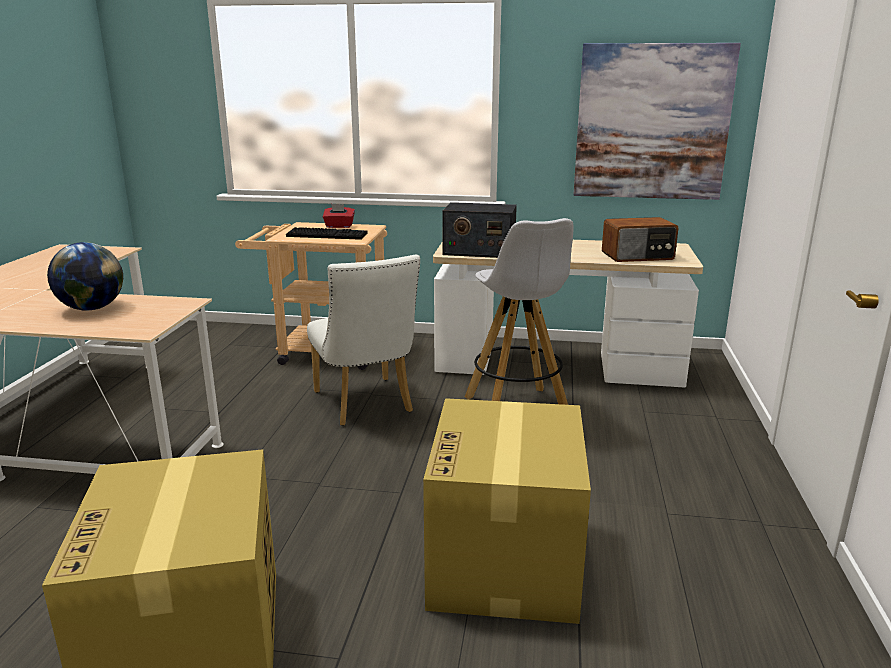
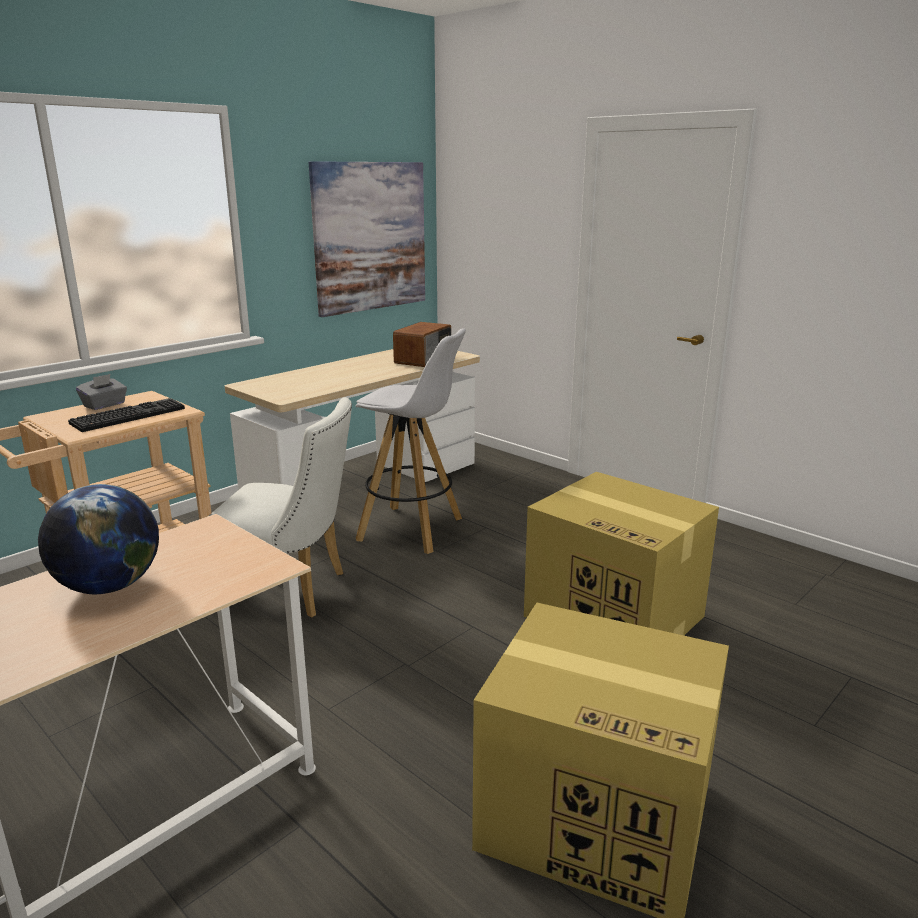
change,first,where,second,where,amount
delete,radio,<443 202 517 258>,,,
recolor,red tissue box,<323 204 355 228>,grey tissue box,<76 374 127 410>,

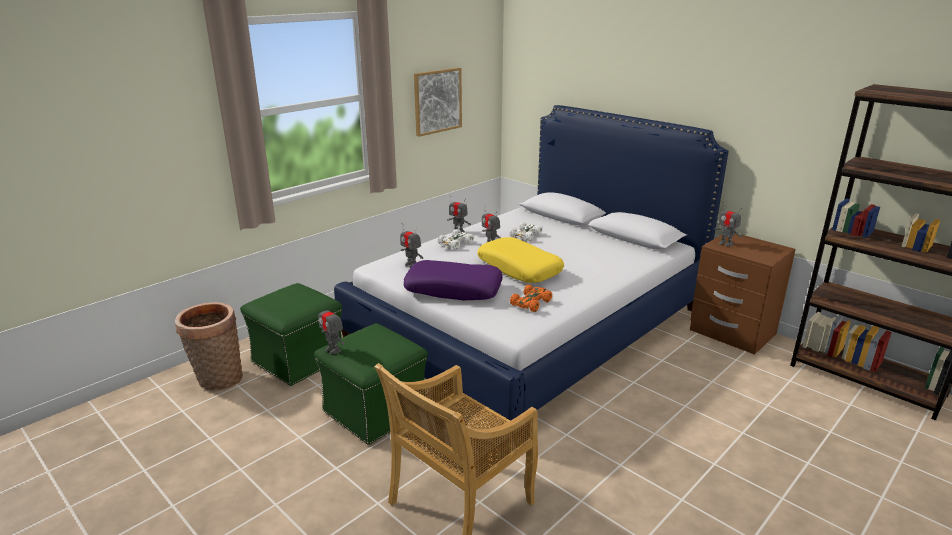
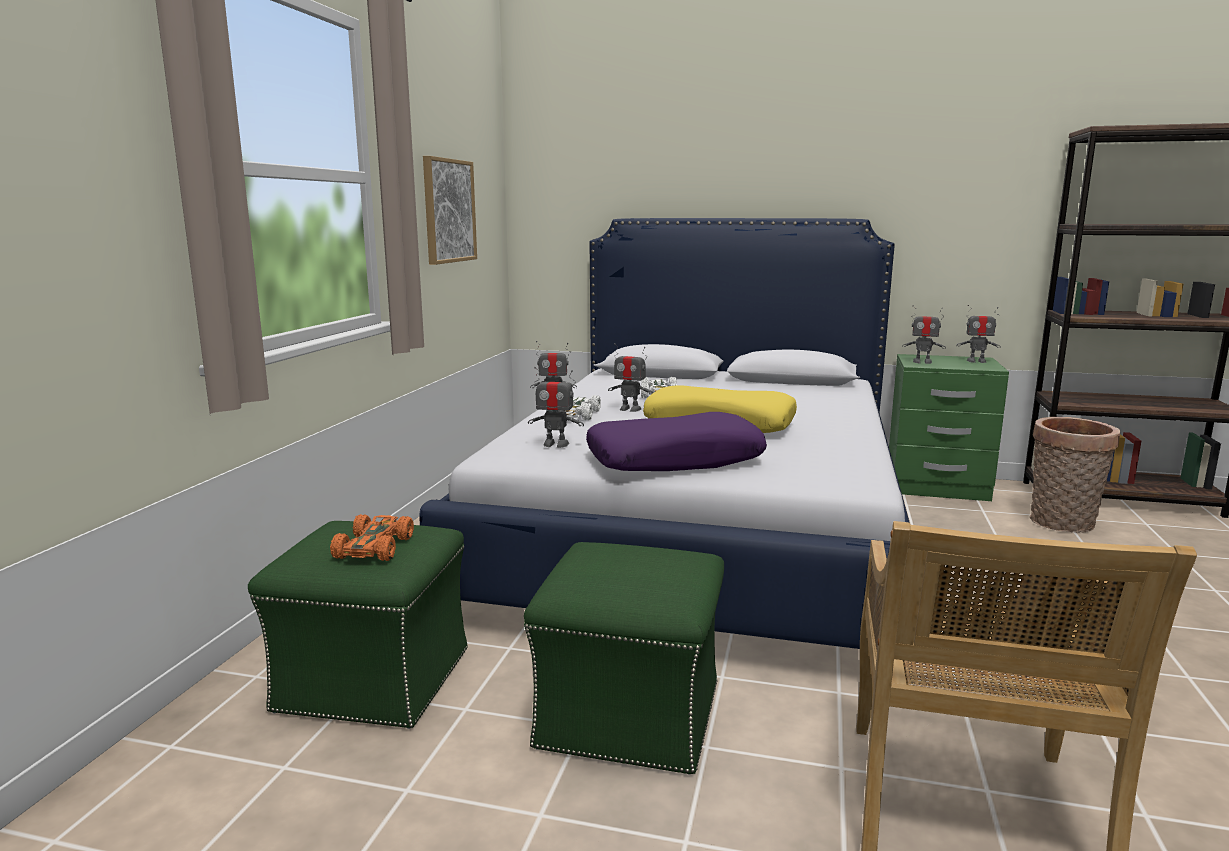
change,first,where,second,where,amount
recolor,brown nightstand,<690 233 796 355>,green nightstand,<889 354 1009 501>,
move,orange toy car,<510 285 552 312>,,<330 514 414 561>,
move,toy robot,<318 301 345 354>,,<956 305 1001 363>,
move,basket,<175 302 243 390>,,<1030 417 1120 533>,

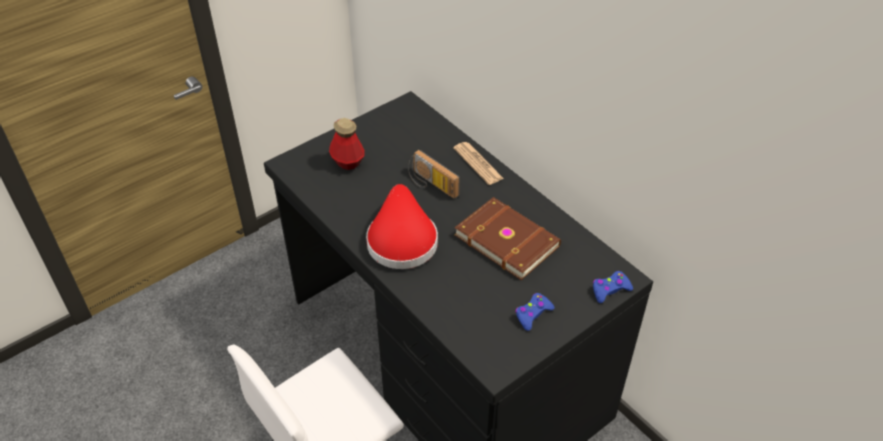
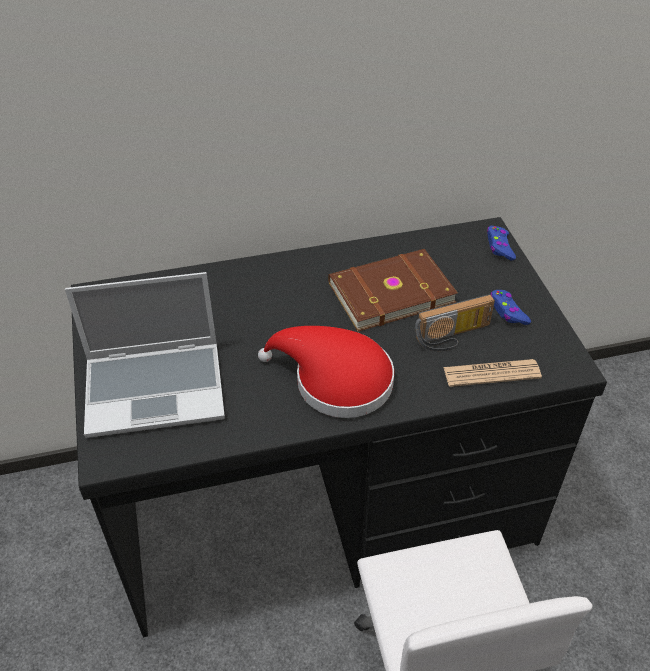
change,first,where,second,where,amount
replace,bottle,<329 118 365 170>,laptop,<65 272 225 438>,
move,newspaper,<453 142 504 185>,,<443 359 542 387>,
move,radio,<408 150 460 199>,,<415 294 495 351>,

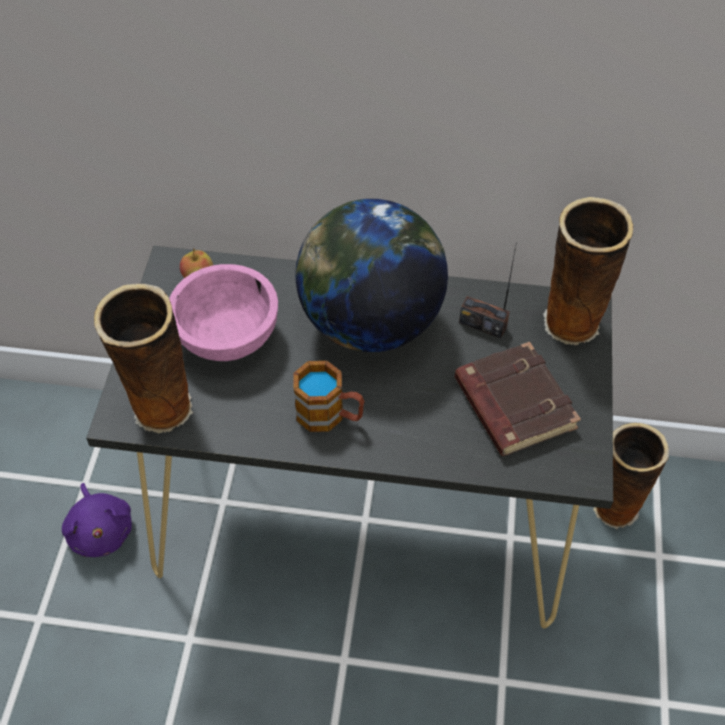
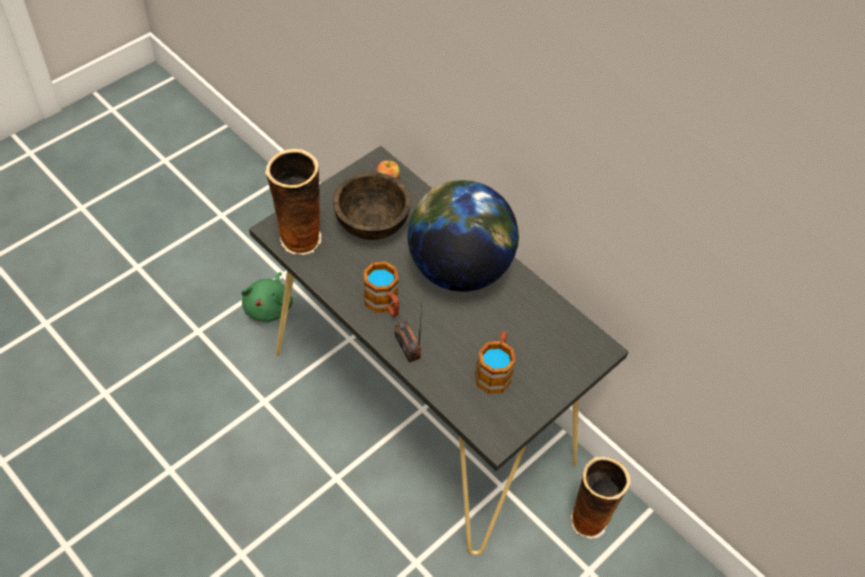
change,first,where,second,where,amount
delete,vase,<543 197 633 345>,,,
move,radio,<459 242 517 338>,,<395 307 422 363>,
recolor,pink bowl,<169 264 278 361>,brown bowl,<333 172 411 240>,
replace,brown book,<455 342 581 456>,mug,<475 331 516 394>,
recolor,purple plush toy,<62 483 132 557>,green plush toy,<241 272 293 322>,

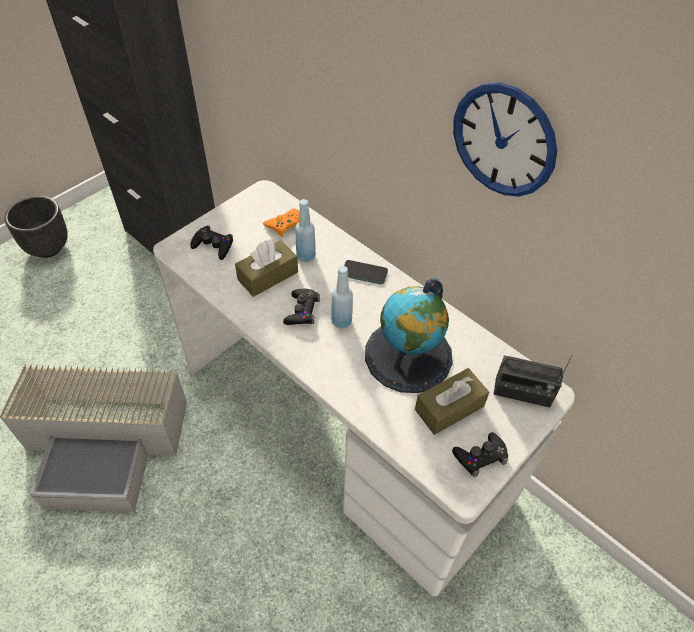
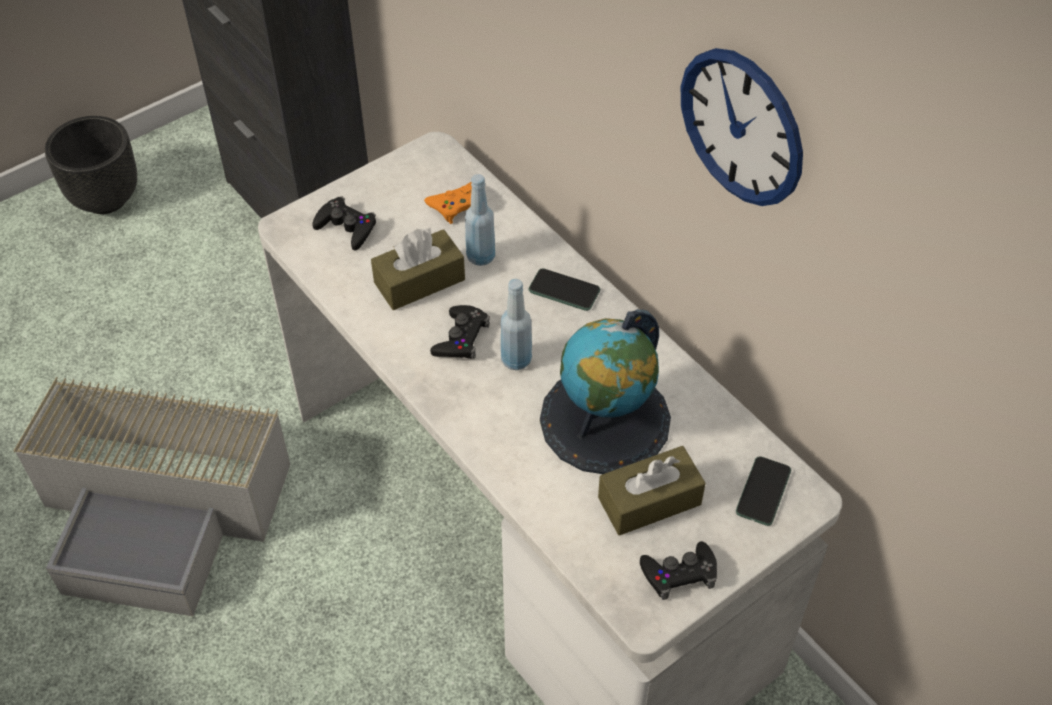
change,first,where,second,where,amount
replace,radio,<494 355 573 408>,phone,<736 457 791 526>,

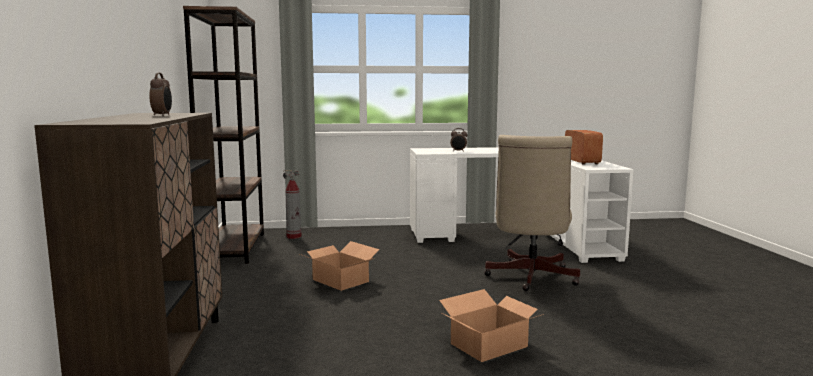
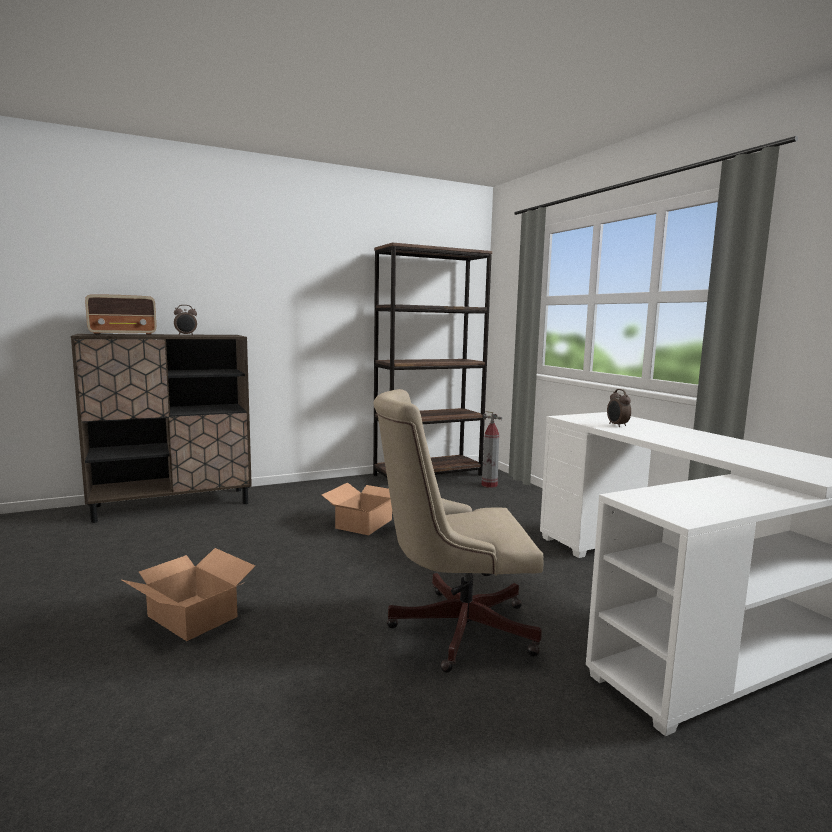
change,first,where,second,where,amount
move,radio,<565 130 603 165>,,<85 294 156 335>,

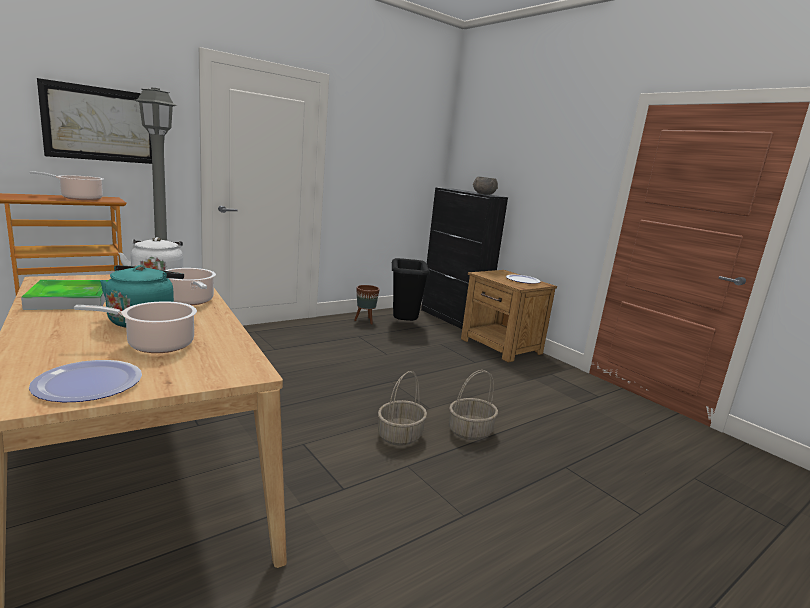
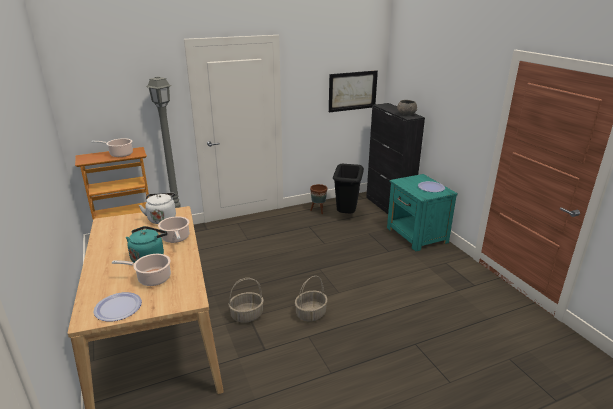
change,first,where,second,where,amount
move,picture,<37 78 152 164>,,<329 70 378 112>,
recolor,brown nightstand,<461 270 557 363>,turquoise nightstand,<387 174 458 252>,
delete,tray,<21 280 109 310>,,,
move,basket,<449 370 498 440>,,<229 278 264 323>,

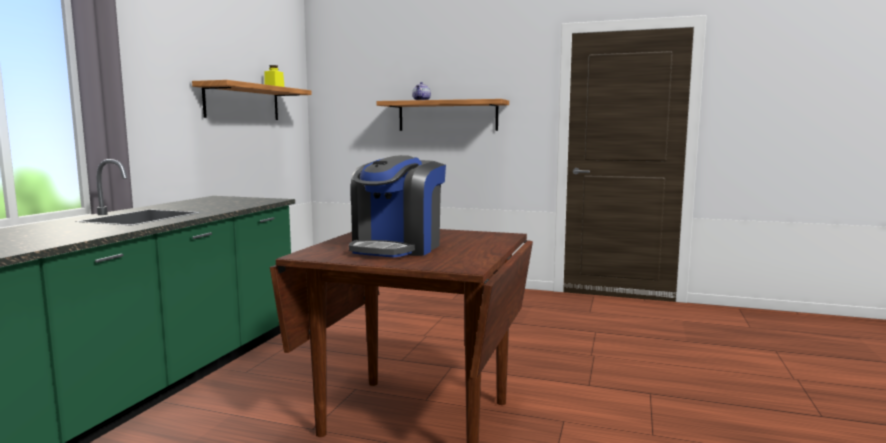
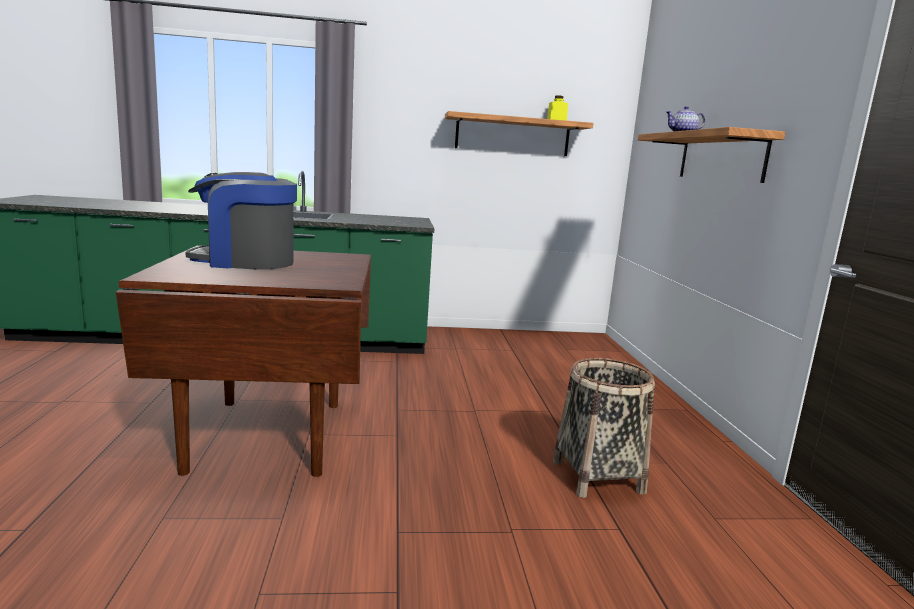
change,first,where,second,where,amount
insert,,,basket,<553 358 655 498>,

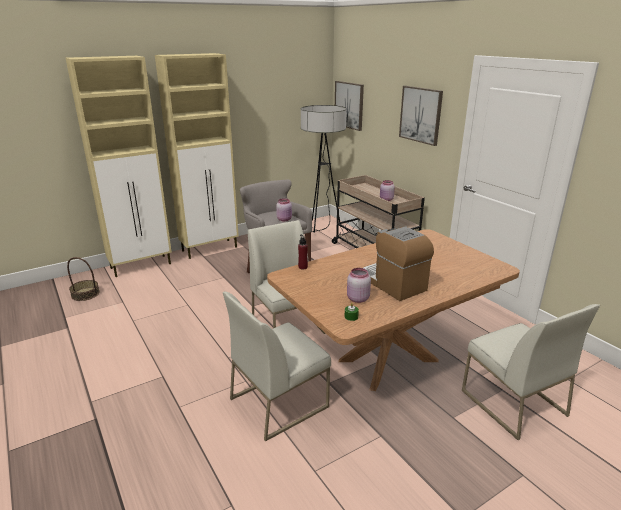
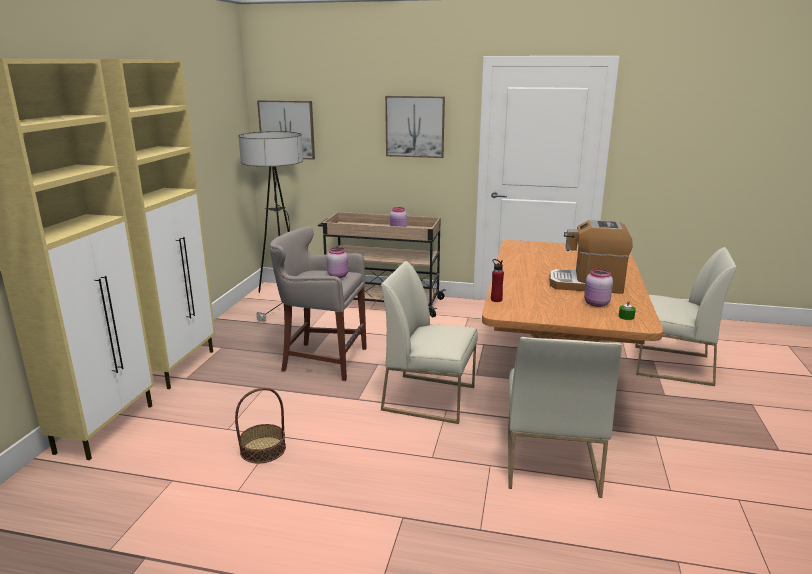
change,first,where,second,where,amount
move,basket,<67 257 100 301>,,<235 388 286 463>,

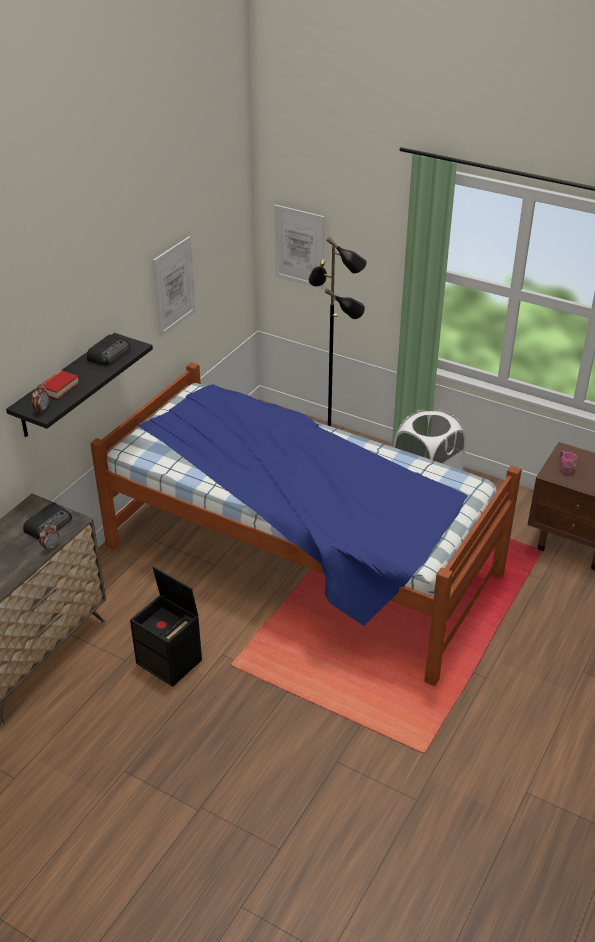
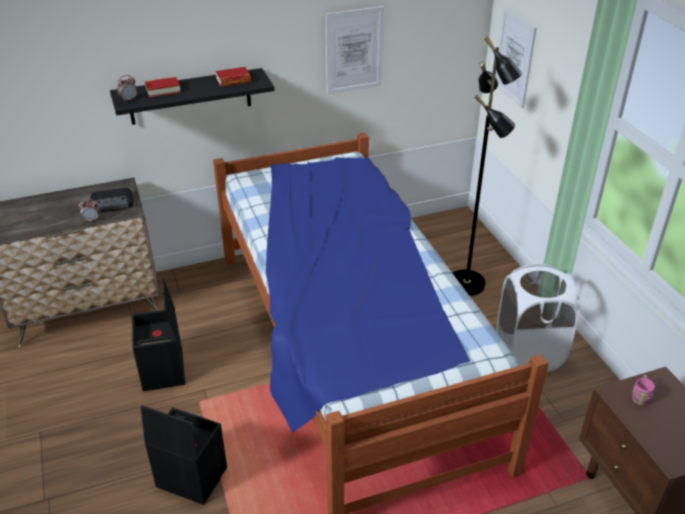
change,first,where,second,where,amount
replace,radio,<86 335 130 366>,book,<216 67 251 87>,
insert,,,black storage box,<141 405 227 505>,

